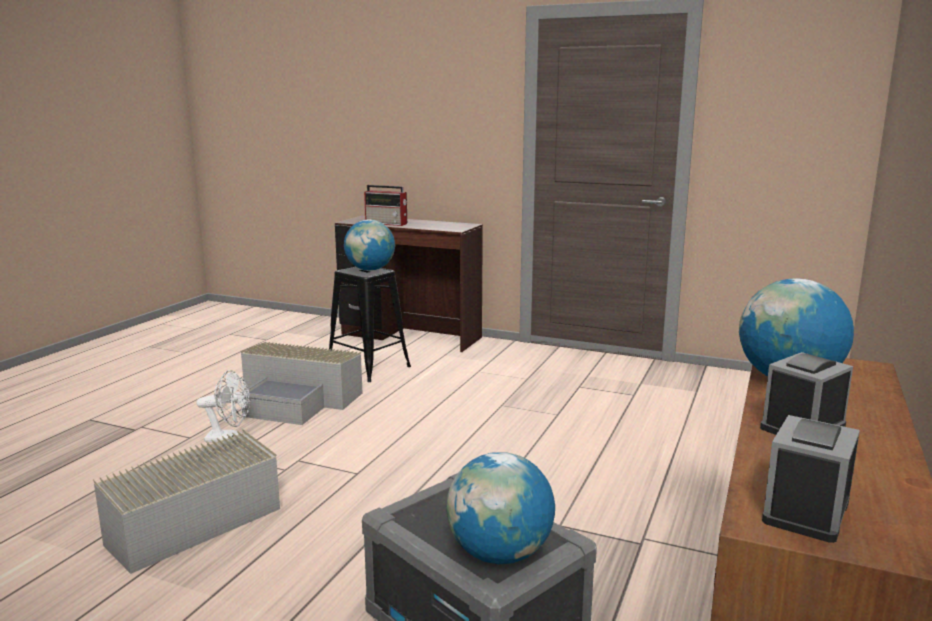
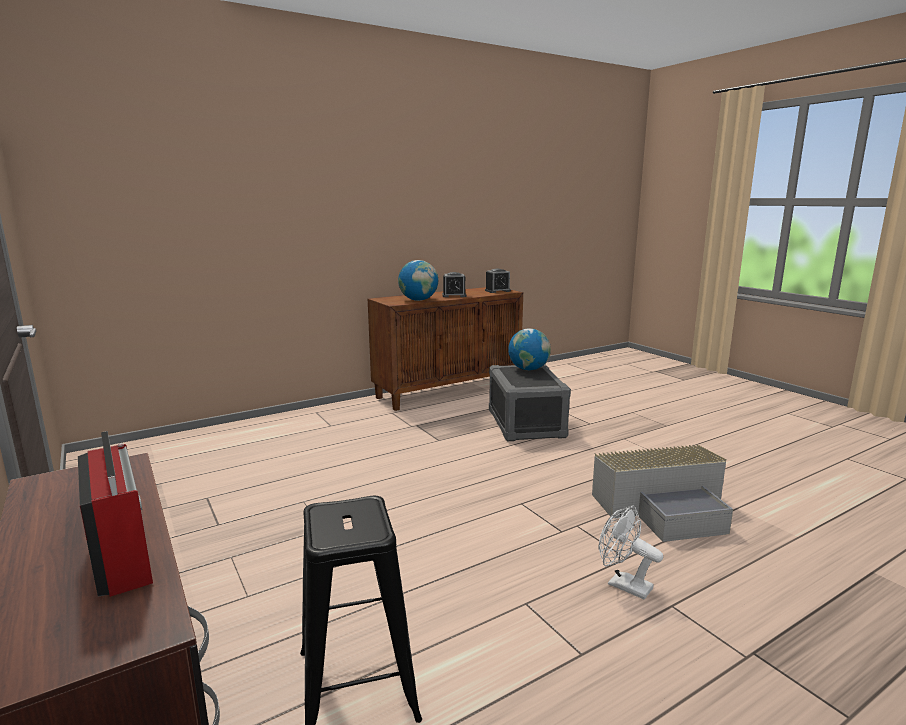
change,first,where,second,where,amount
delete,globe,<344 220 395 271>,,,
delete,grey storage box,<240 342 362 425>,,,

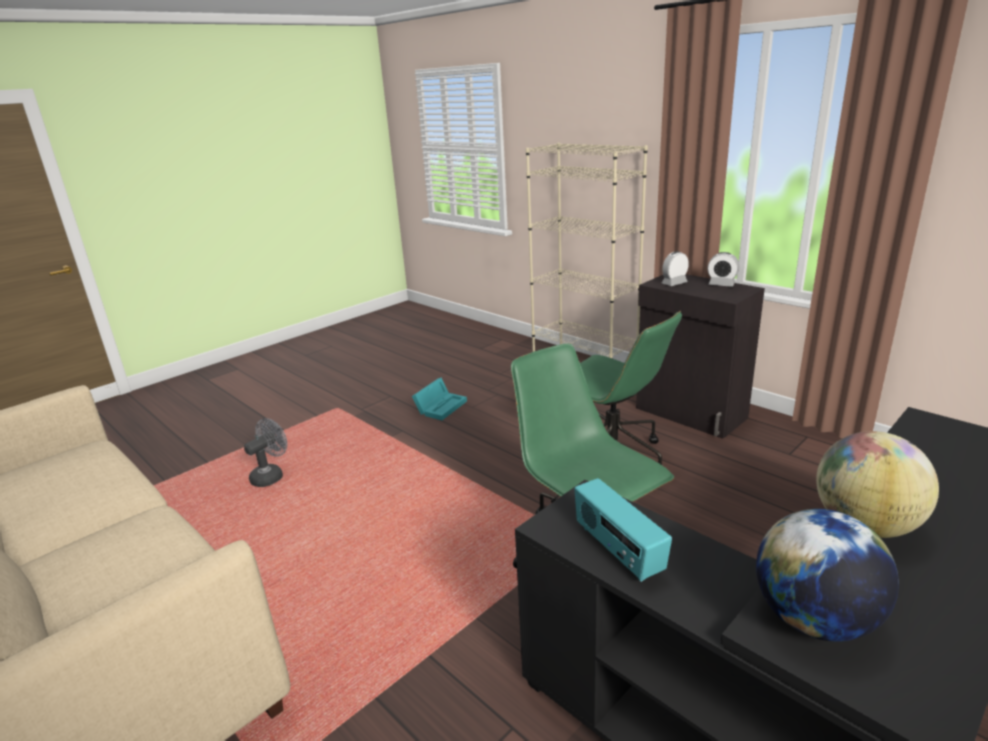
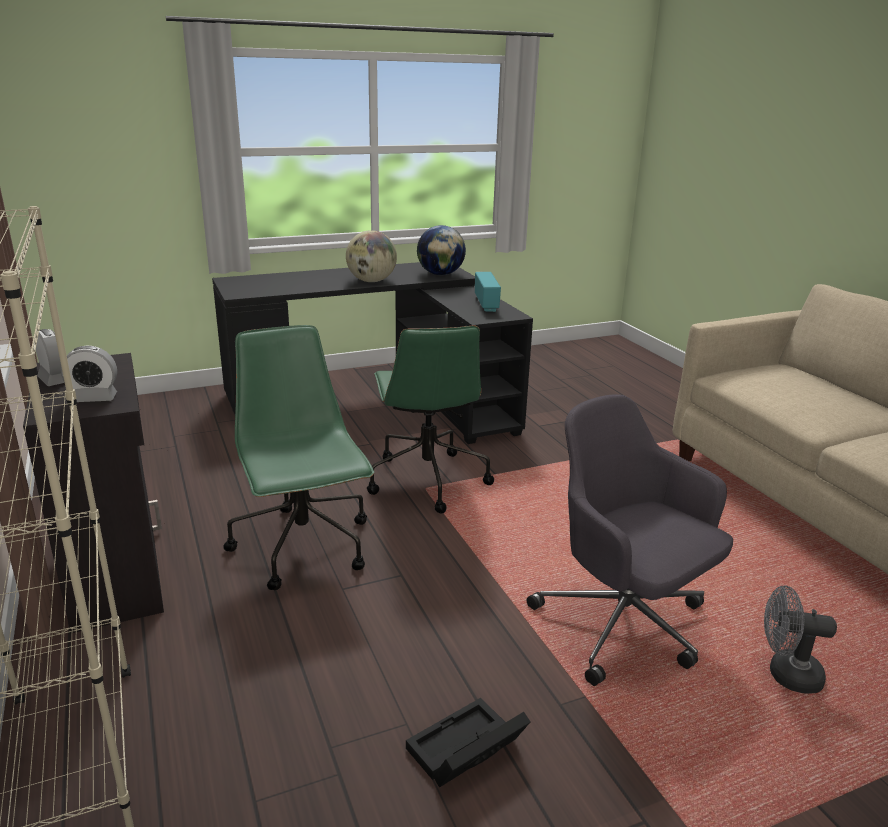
change,first,where,second,where,amount
recolor,turquoise storage box,<412 378 467 420>,black storage box,<406 698 530 788>,
rotate,grey fan,<244 418 287 487>,,<764 586 837 694>,45 degrees clockwise
insert,,,grey office chair,<527 395 733 686>,

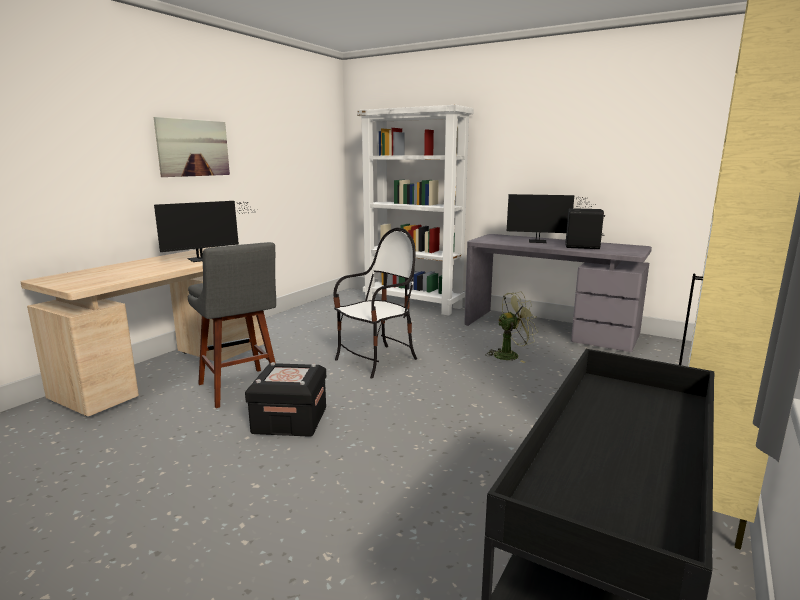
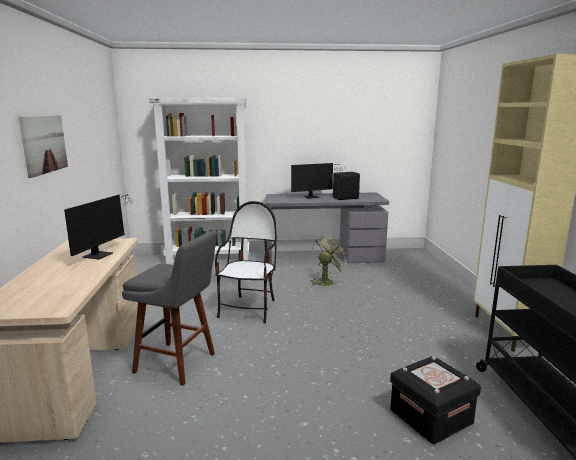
change,first,where,second,where,amount
move,black storage box,<245 362 326 437>,,<390 356 481 444>,

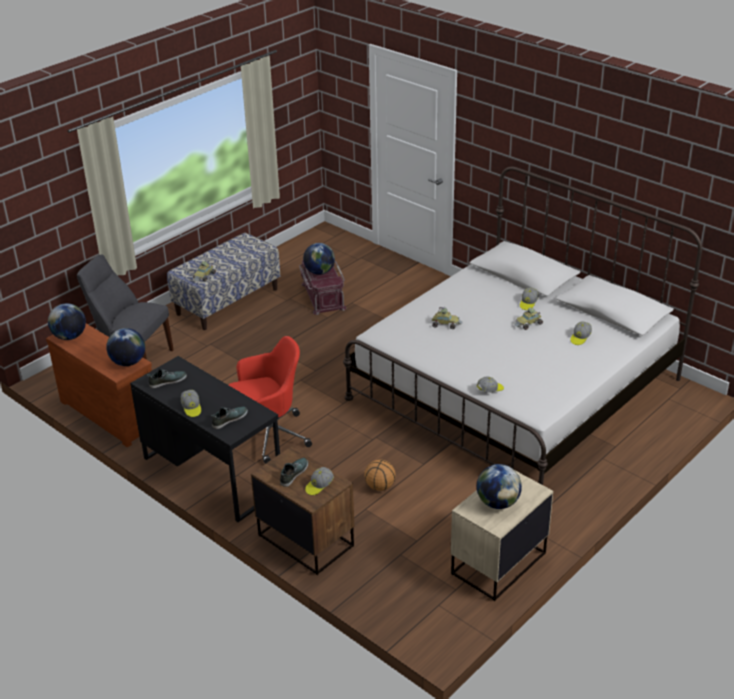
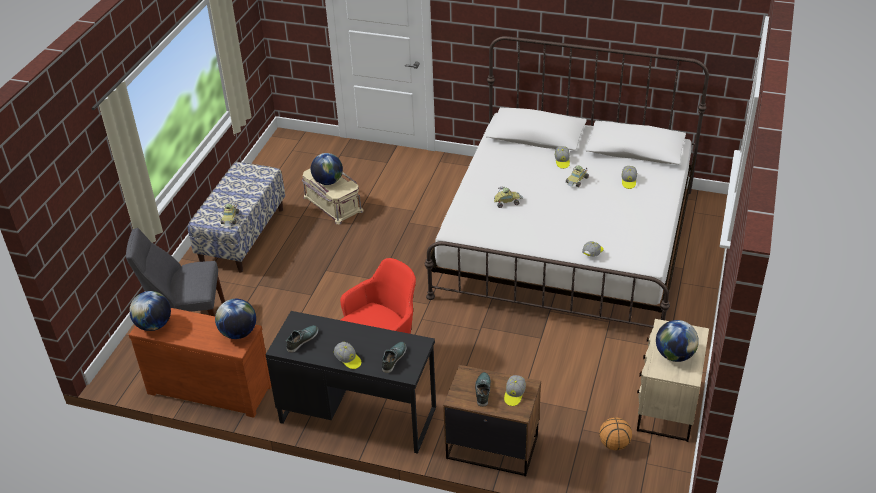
change,first,where,second,where,amount
recolor,red storage box,<299 261 347 315>,beige storage box,<302 168 363 224>,
move,basketball,<364 459 396 491>,,<599 417 632 450>,

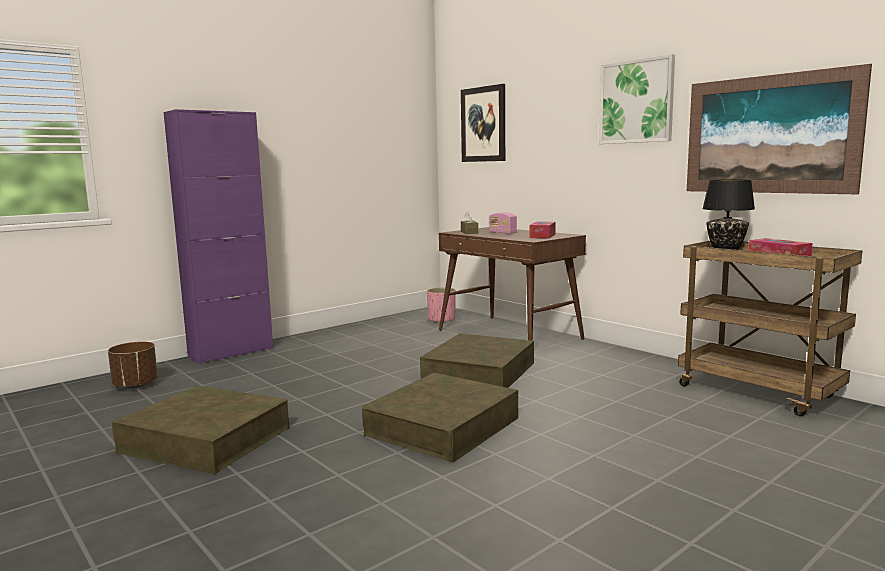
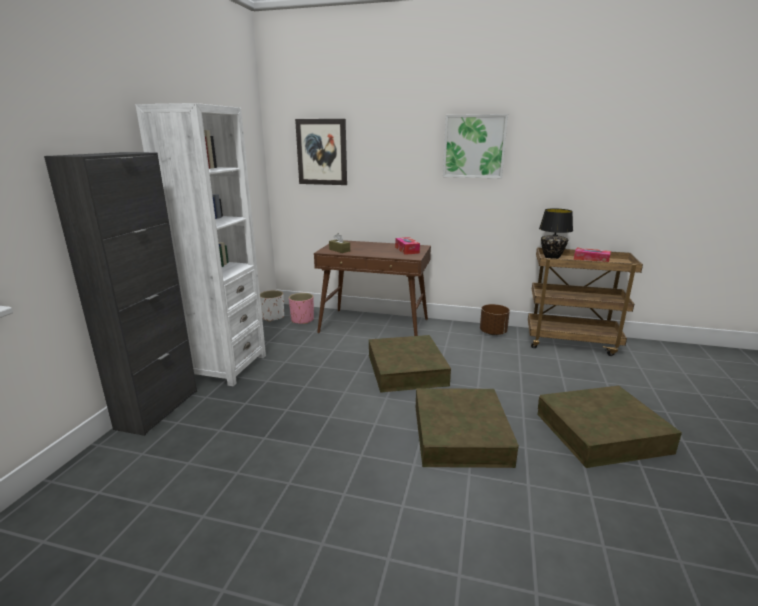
change,first,where,second,where,amount
delete,picture,<687 64 872 194>,,,
recolor,purple cabinet,<164 109 273 365>,black cabinet,<44 152 197 436>,
delete,radio,<489 212 517 234>,,,
move,brown planter,<108 342 158 389>,,<480 304 510 335>,
move,brown storage box,<112 386 290 475>,,<537 386 682 468>,
insert,,,white bookcase,<136 103 266 386>,
insert,,,white planter,<260 290 284 322>,

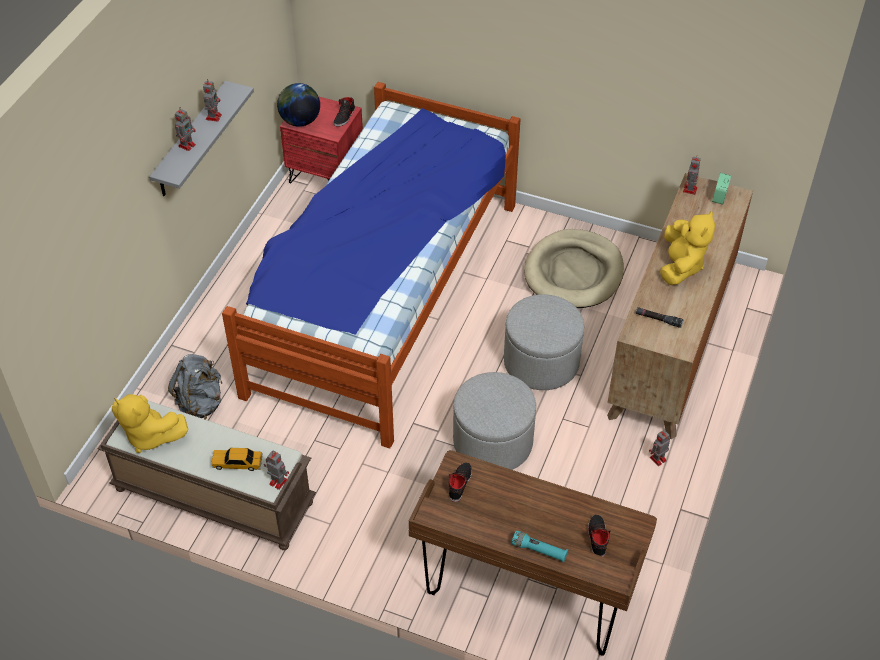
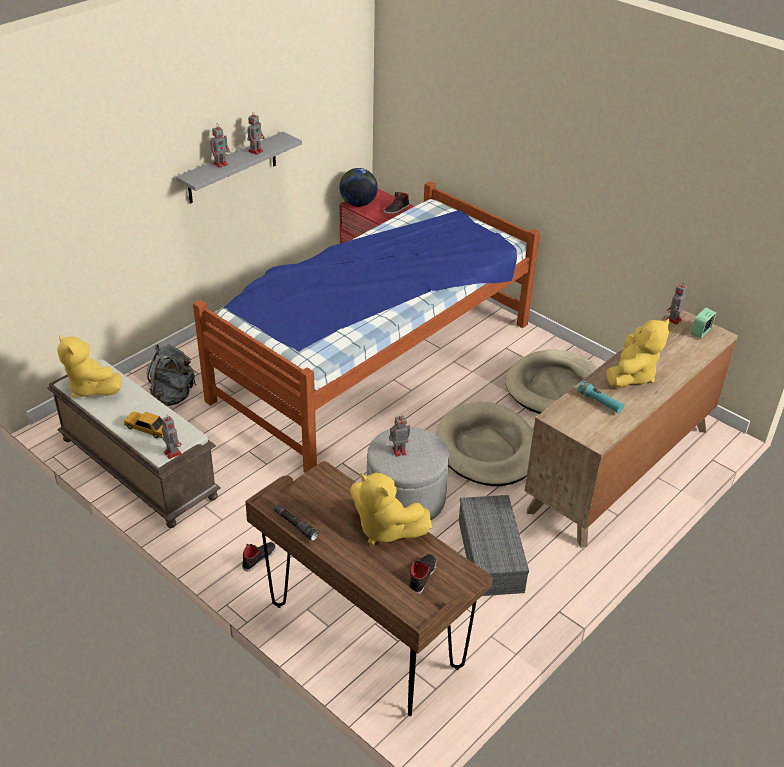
change,first,where,second,where,amount
replace,grey ottoman,<504 294 584 390>,beige dog bed,<436 402 533 486>,
move,black flashlight,<636 307 684 328>,,<274 504 319 541>,
move,toy robot,<649 430 670 466>,,<389 414 410 457>,
move,black shoe,<449 462 472 502>,,<242 542 276 572>,
move,turquoise flashlight,<512 531 568 562>,,<578 381 625 413>,
insert,,,yellow plush toy,<350 472 432 545>,
insert,,,grey storage box,<459 495 529 596>,

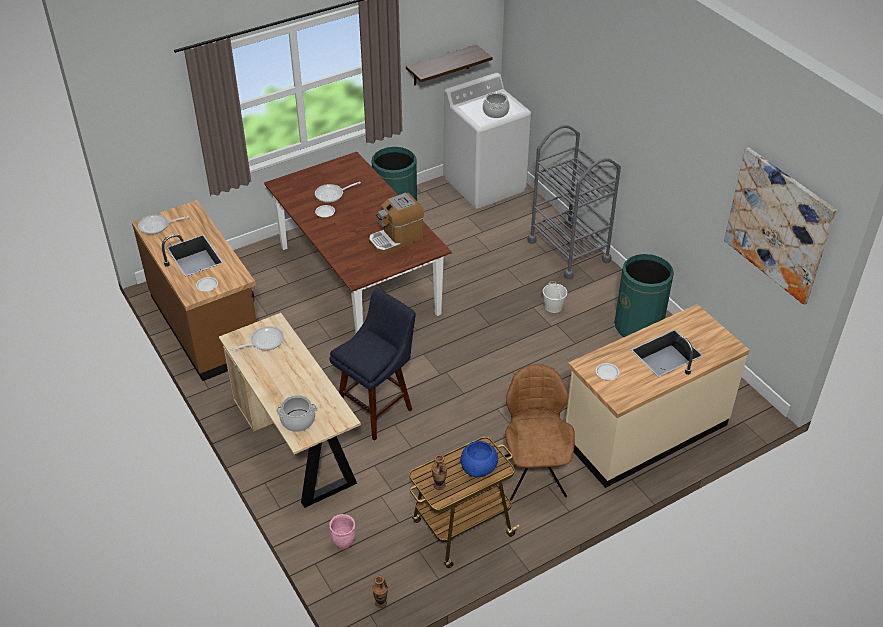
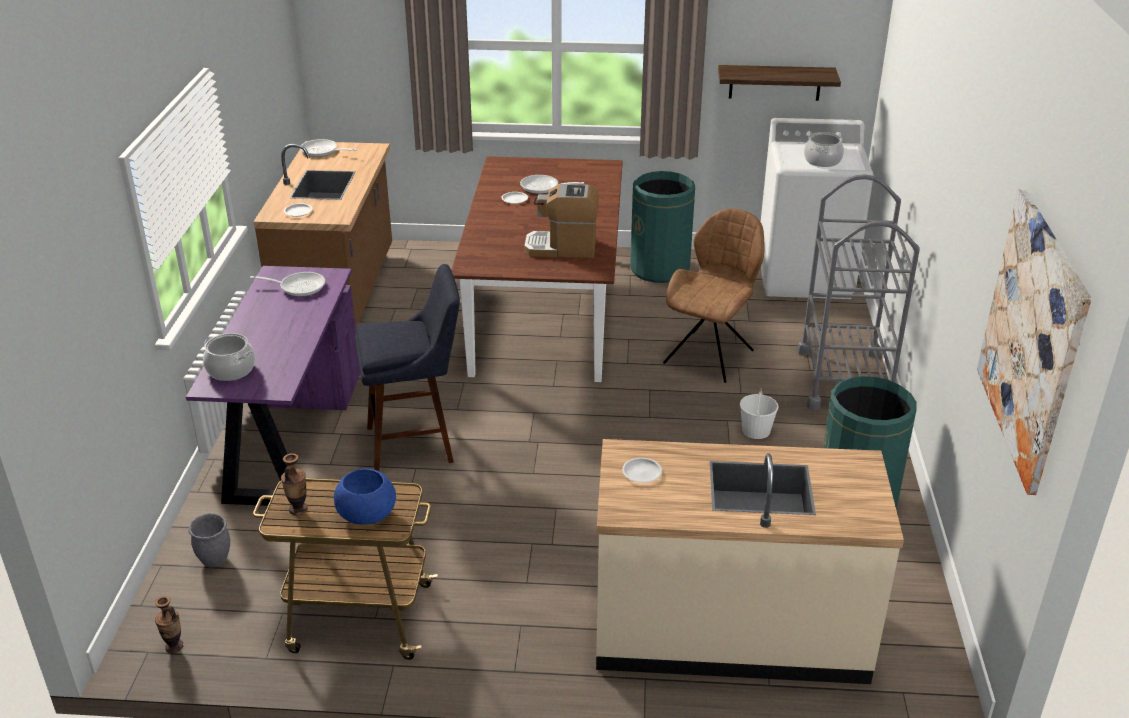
change,first,where,second,where,amount
recolor,beige desk,<219 313 361 508>,purple desk,<186 266 360 506>,
move,brown chair,<504 364 575 500>,,<663 209 765 383>,
recolor,pink planter,<329 514 356 549>,grey planter,<188 513 230 568>,

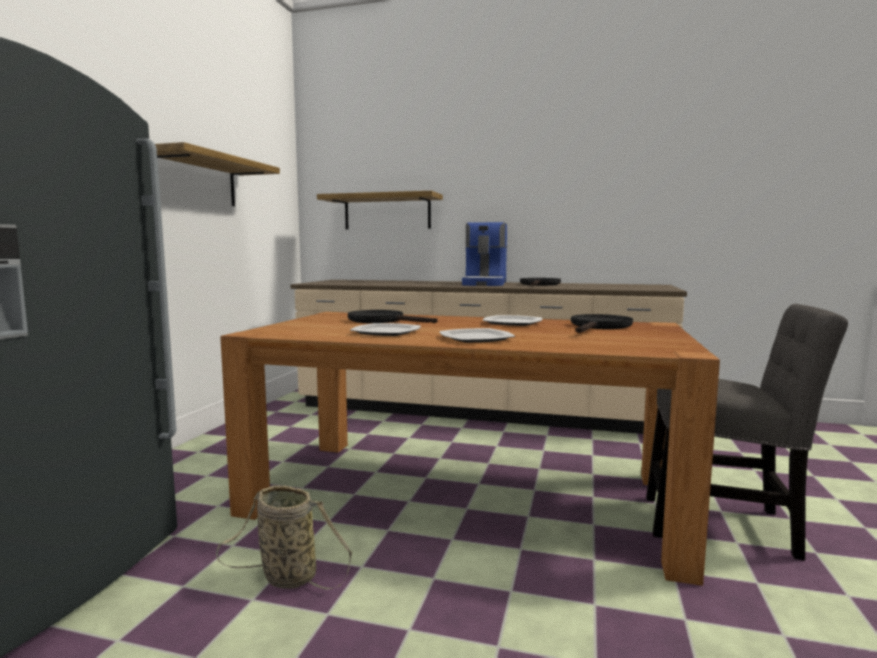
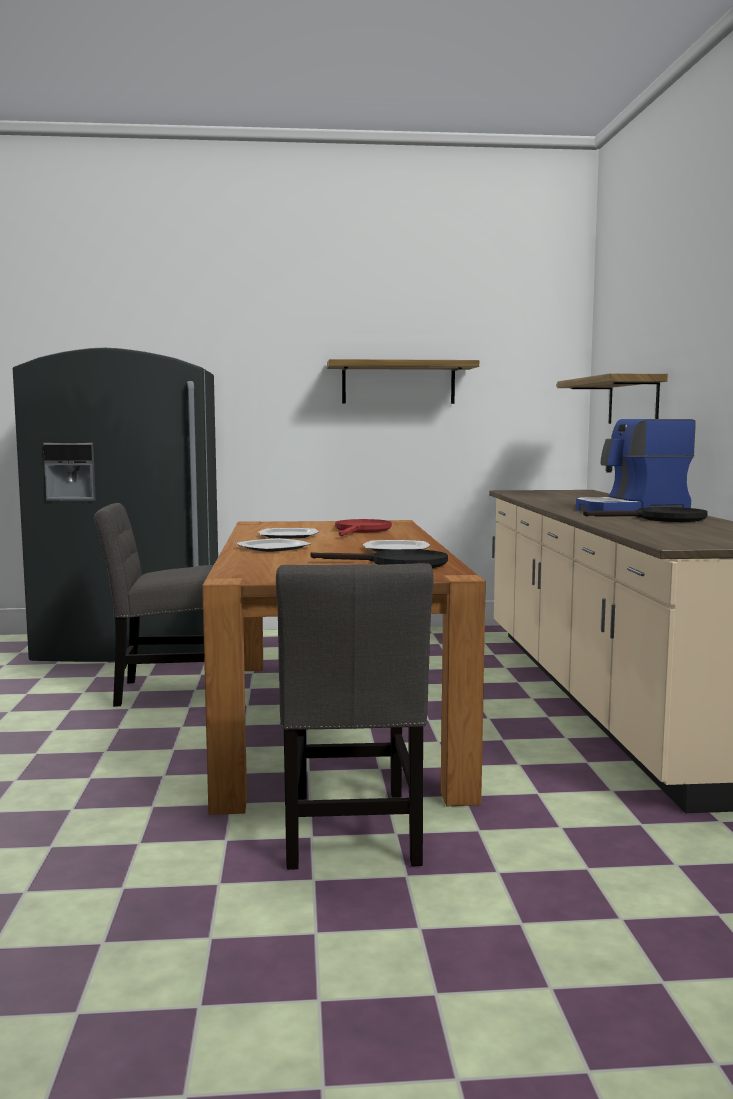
change,first,where,second,where,amount
recolor,black frying pan,<348 310 437 323>,red frying pan,<335 519 392 536>,
replace,basket,<216 485 352 589>,grey chair,<94 503 214 707>,

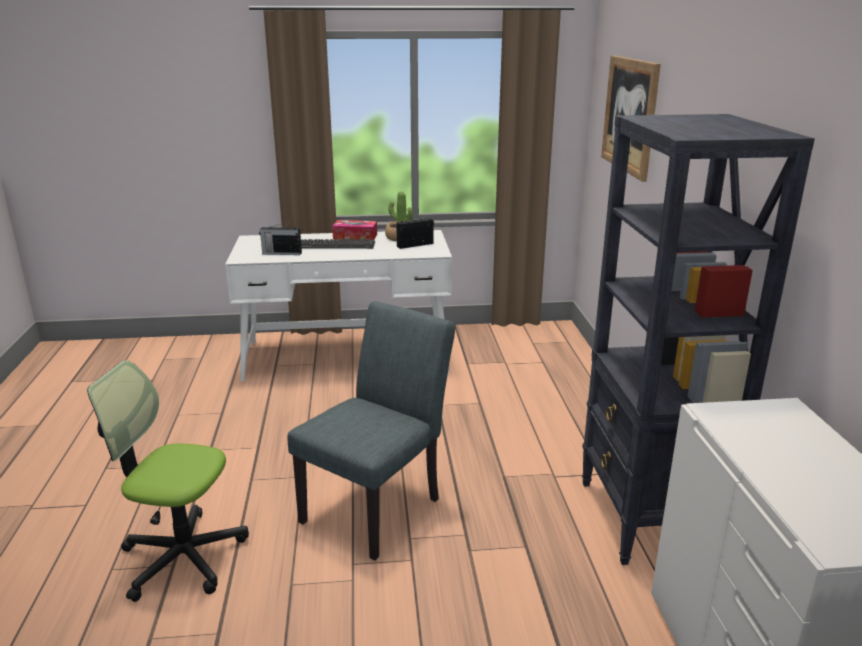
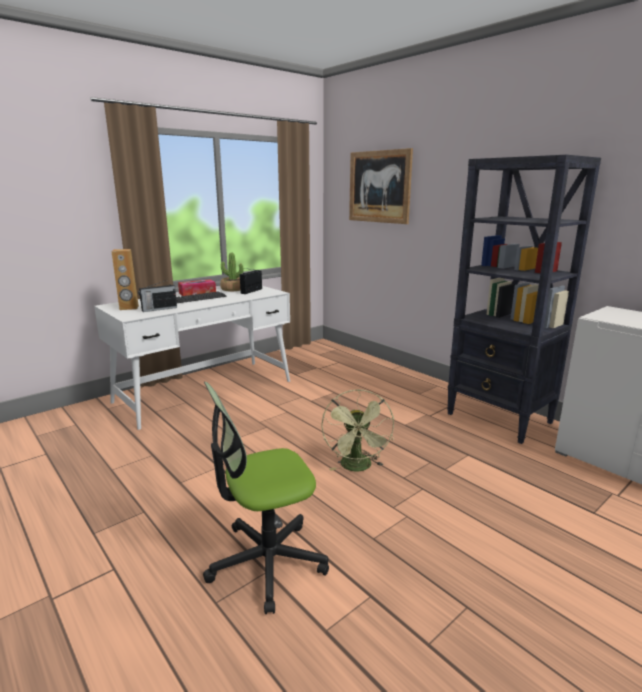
change,first,where,second,where,amount
replace,grey chair,<288 301 455 561>,green fan,<321 389 394 472>,
insert,,,brown speaker,<111 249 139 310>,

